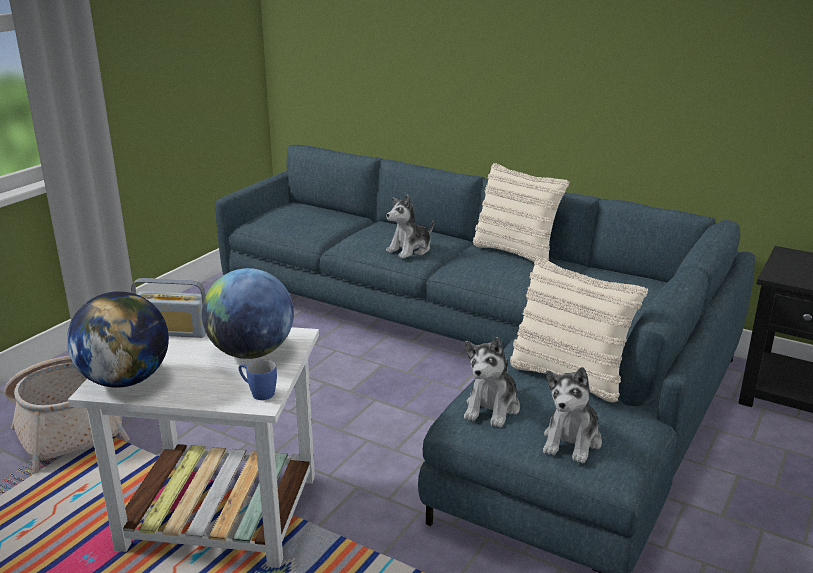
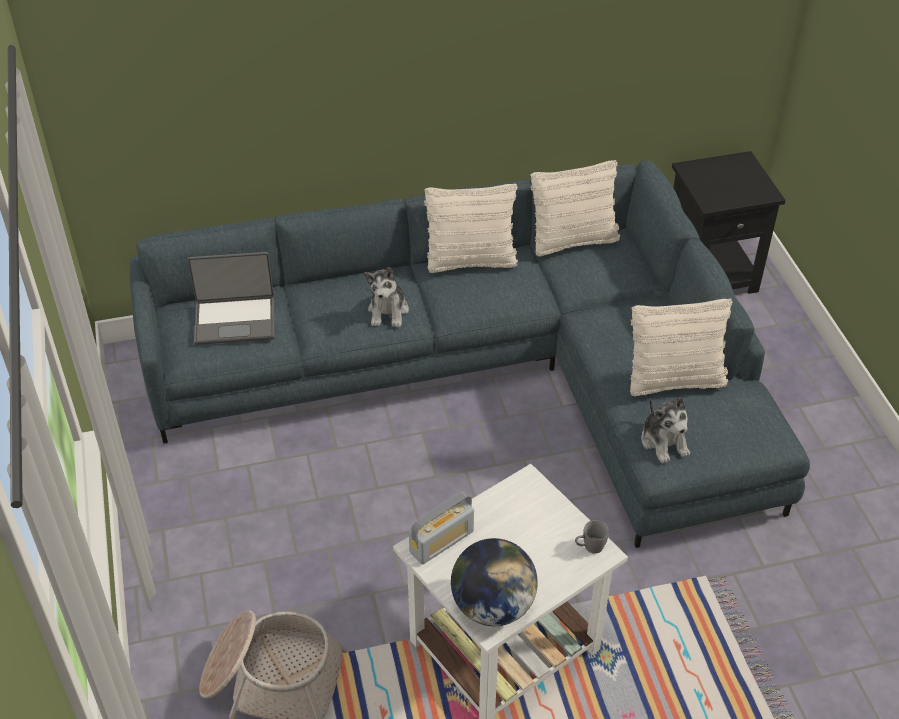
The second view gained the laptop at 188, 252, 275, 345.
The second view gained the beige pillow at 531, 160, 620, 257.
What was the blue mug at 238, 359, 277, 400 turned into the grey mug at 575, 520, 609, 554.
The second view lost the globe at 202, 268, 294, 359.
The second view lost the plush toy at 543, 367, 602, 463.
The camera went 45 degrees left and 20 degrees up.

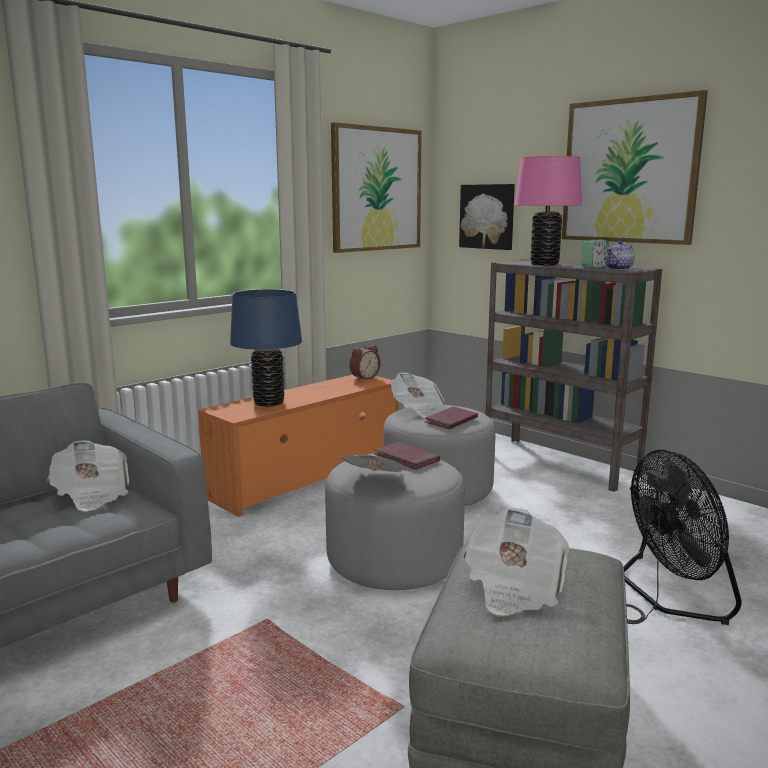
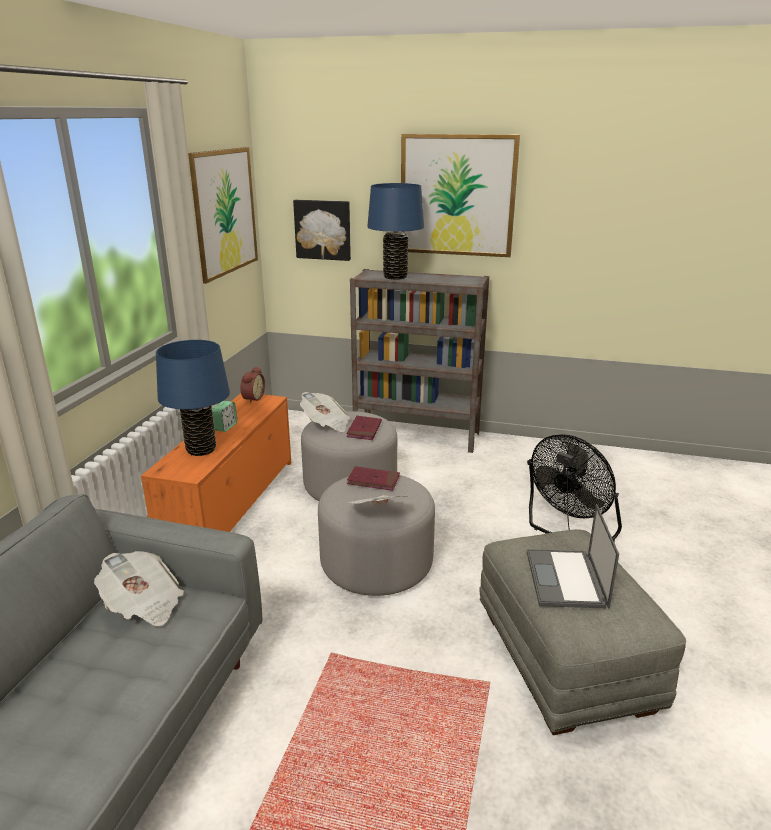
The alarm clock ended up elsewhere, having gone from 581, 240, 609, 268 to 212, 401, 237, 432.
What was the pink table lamp at 515, 156, 582, 265 turned into the blue table lamp at 367, 183, 424, 280.
Where the newspaper stood at 464, 508, 570, 615, the laptop came to stand at 527, 504, 619, 609.
The second view lost the teapot at 605, 241, 635, 270.
The camera went 30 degrees left and 10 degrees up.

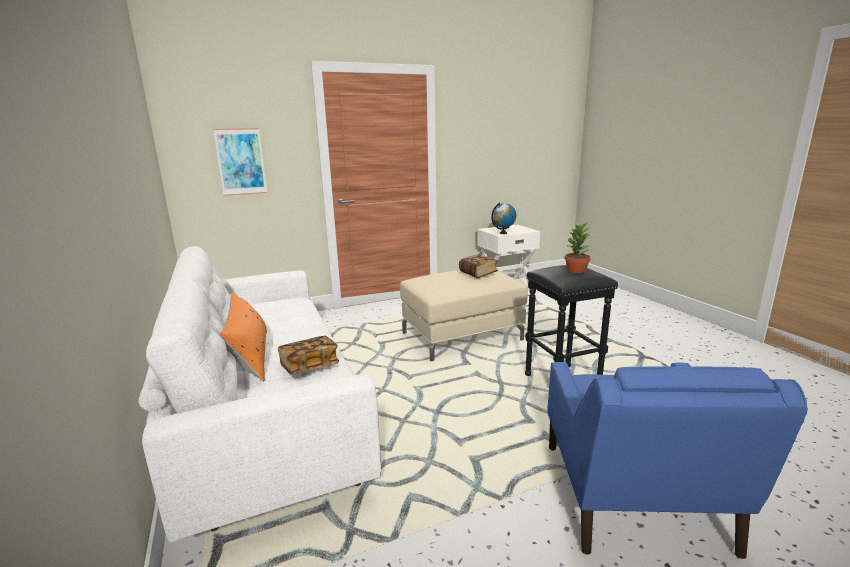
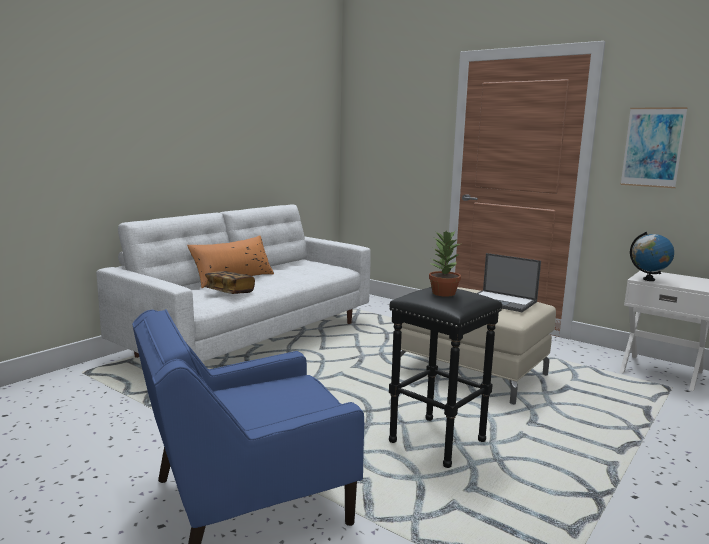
Where the book stood at 459, 254, 498, 279, the laptop came to stand at 477, 253, 541, 312.
The picture ended up elsewhere, having gone from 213, 128, 267, 196 to 620, 107, 688, 188.
The camera went 60 degrees right and 5 degrees down.

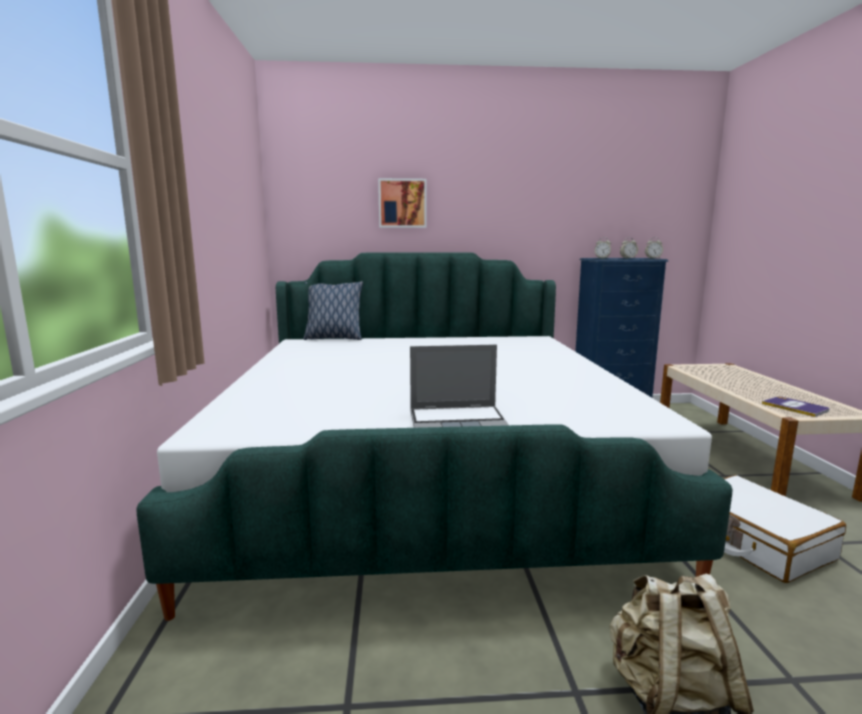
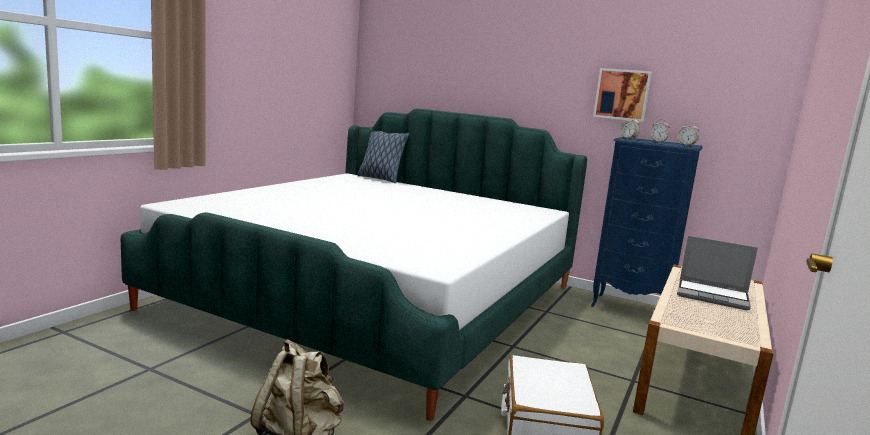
The picture ended up elsewhere, having gone from 378, 178, 427, 228 to 593, 68, 652, 122.
The laptop ended up elsewhere, having gone from 410, 345, 509, 428 to 677, 236, 758, 310.
The second view lost the book at 762, 396, 830, 417.
The camera went 30 degrees right and 0 degrees up.

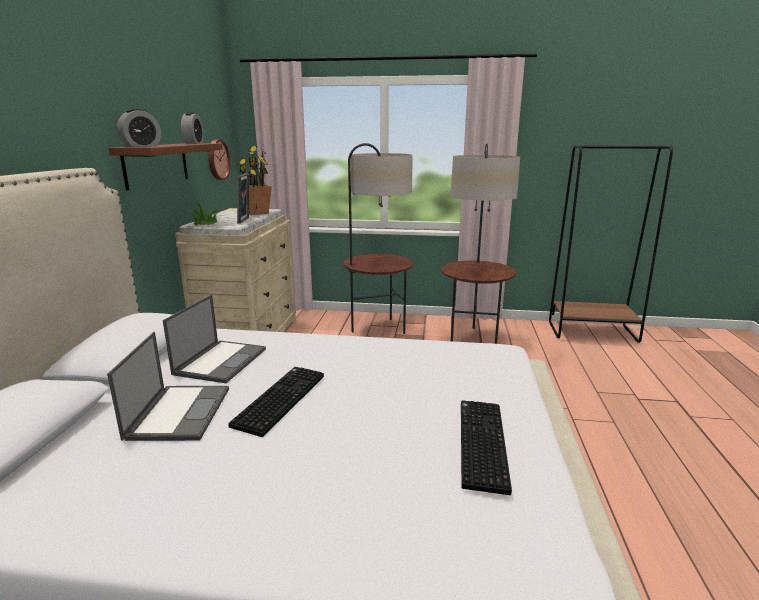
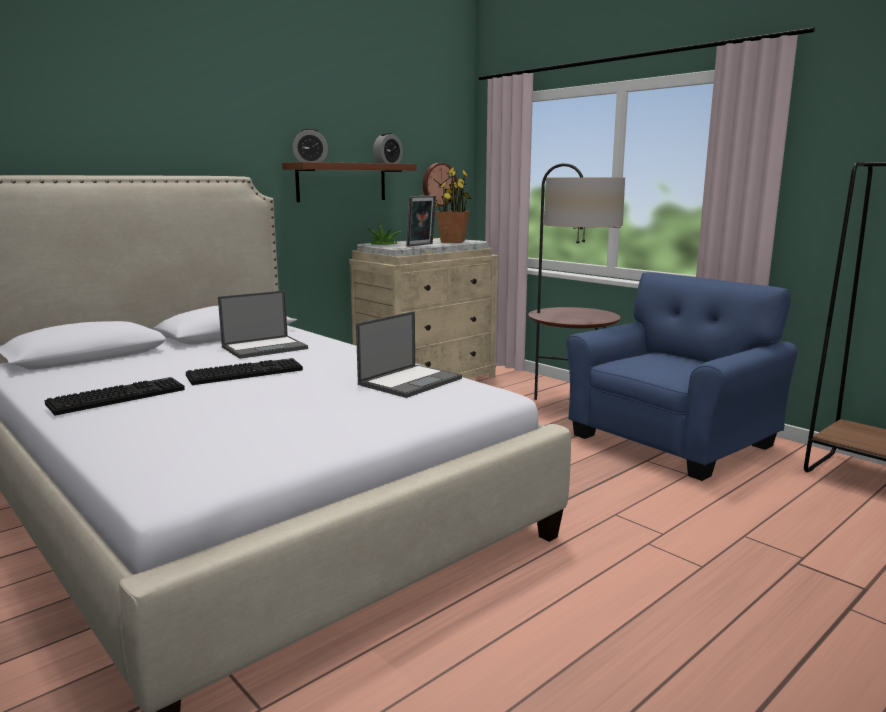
The keyboard ended up elsewhere, having gone from 461, 400, 512, 495 to 45, 377, 185, 416.
The laptop ended up elsewhere, having gone from 107, 332, 229, 441 to 356, 311, 462, 398.
Where the floor lamp stood at 441, 144, 520, 344, the blue armchair came to stand at 566, 272, 798, 481.
The camera went 40 degrees right and 5 degrees down.

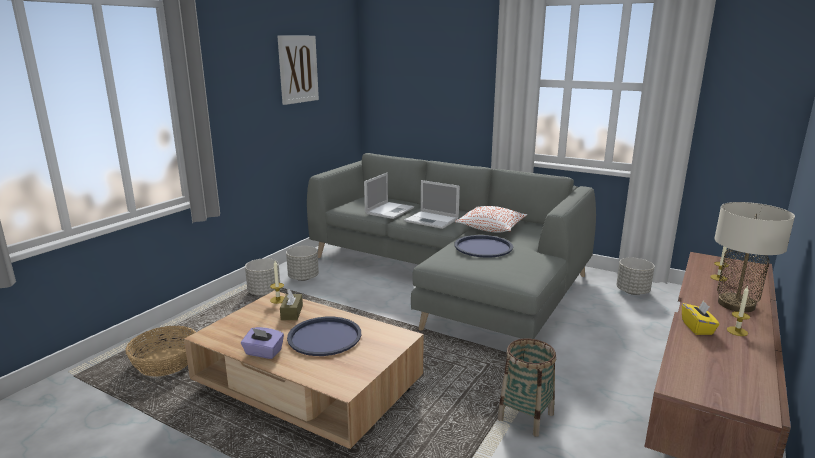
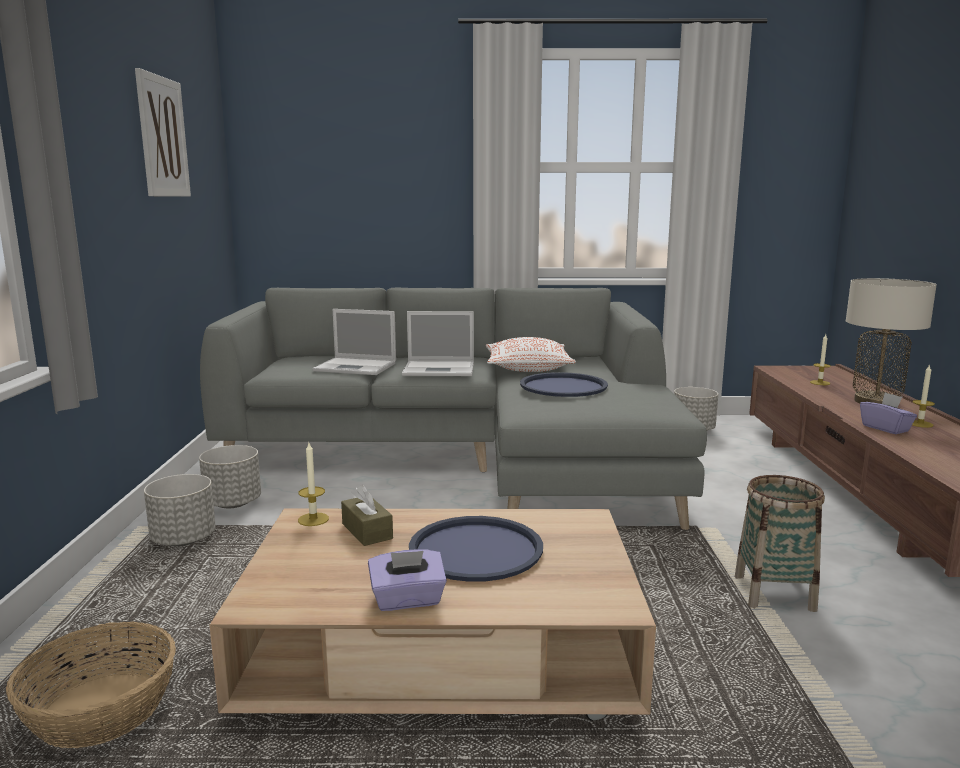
The laptop at 364, 173, 414, 219 ended up facing another way, 105 degrees clockwise from before.
What was the yellow tissue box at 682, 300, 720, 335 turned into the purple tissue box at 860, 393, 917, 434.
The camera went 30 degrees left and 5 degrees down.

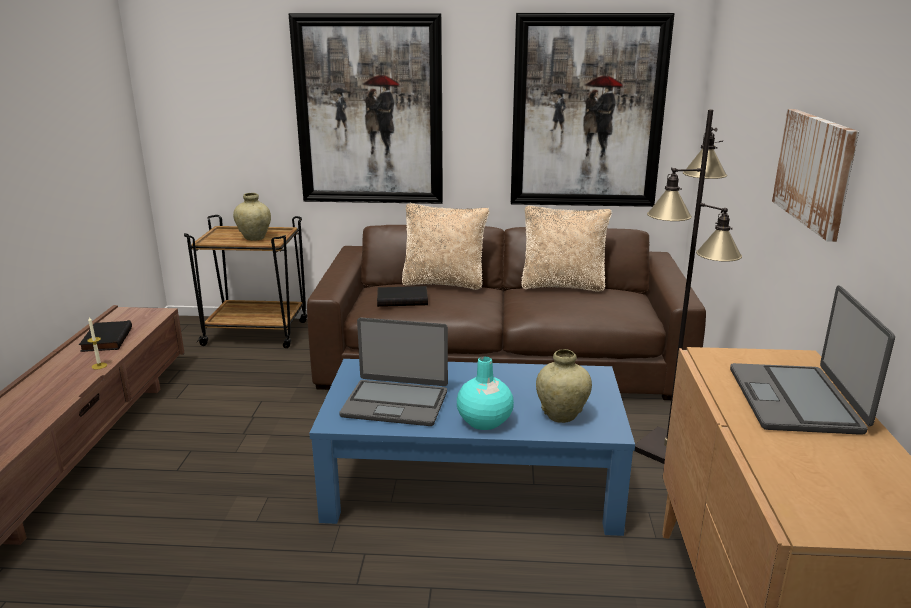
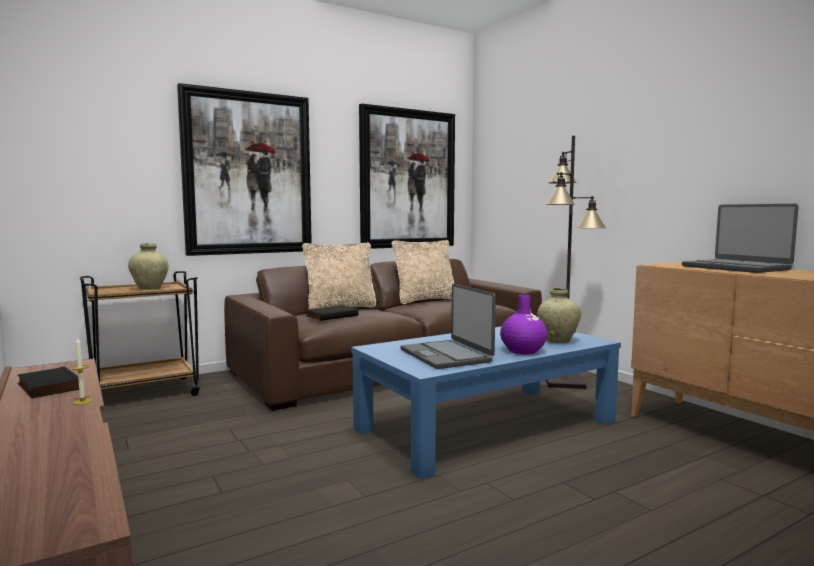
The laptop at 339, 317, 448, 426 ended up facing another way, 90 degrees clockwise from before.
What was the turquoise vase at 457, 356, 514, 430 turned into the purple vase at 500, 295, 547, 355.
The second view lost the picture at 772, 109, 859, 242.
The camera went 35 degrees left and 15 degrees down.

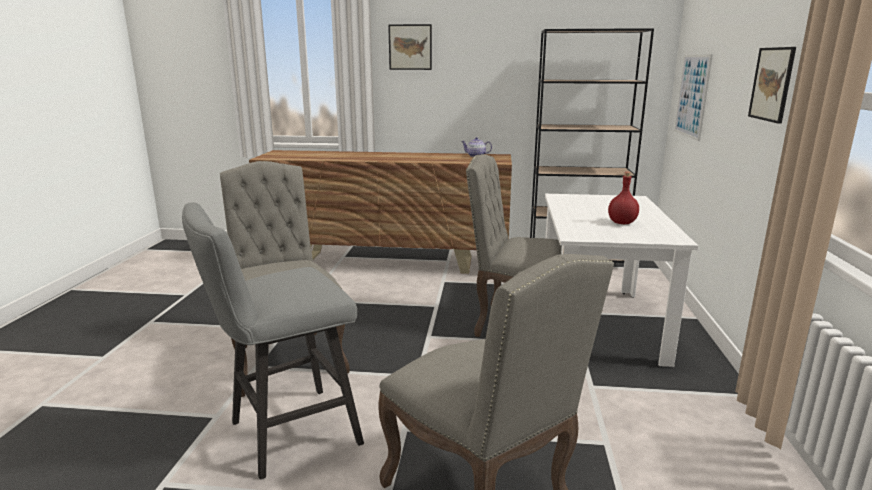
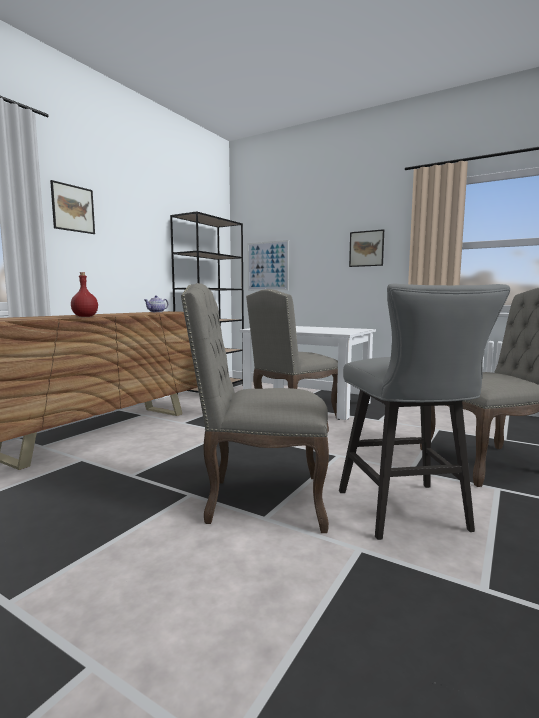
The red bottle ended up elsewhere, having gone from 608, 172, 639, 224 to 71, 272, 98, 317.
The camera went 65 degrees left and 10 degrees down.

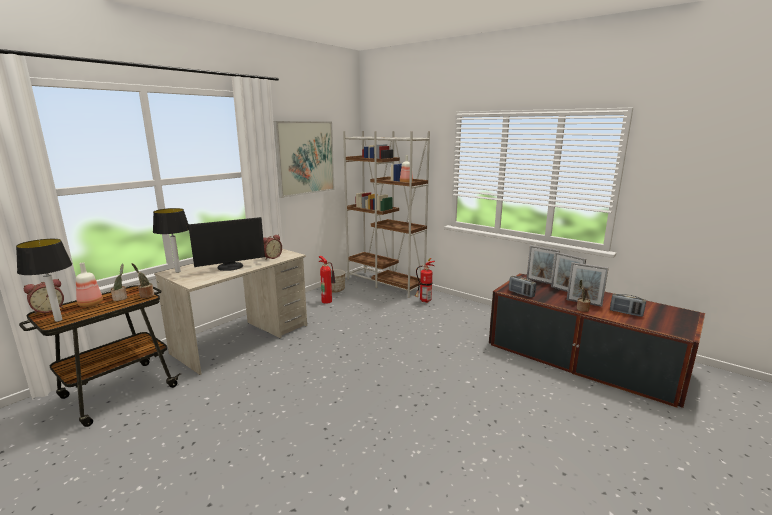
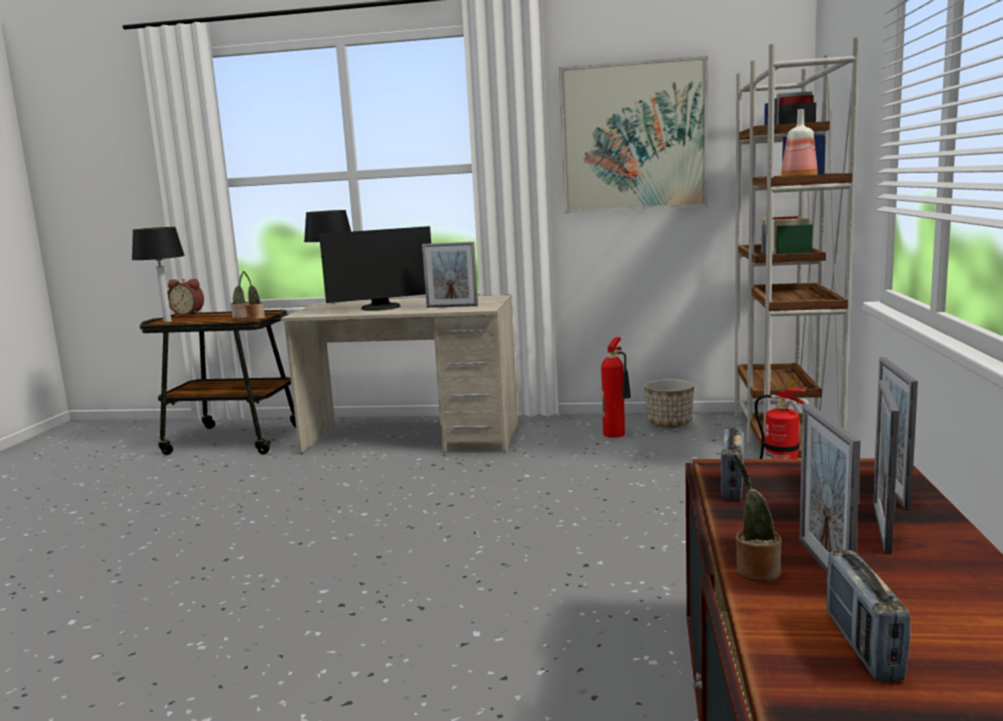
The monitor at 188, 217, 265, 271 ended up facing another way, 45 degrees counterclockwise from before.
Where the alarm clock stood at 263, 234, 282, 260, the picture frame came to stand at 422, 242, 478, 308.
The second view lost the bottle at 76, 262, 103, 307.
The camera went 60 degrees right and 5 degrees down.

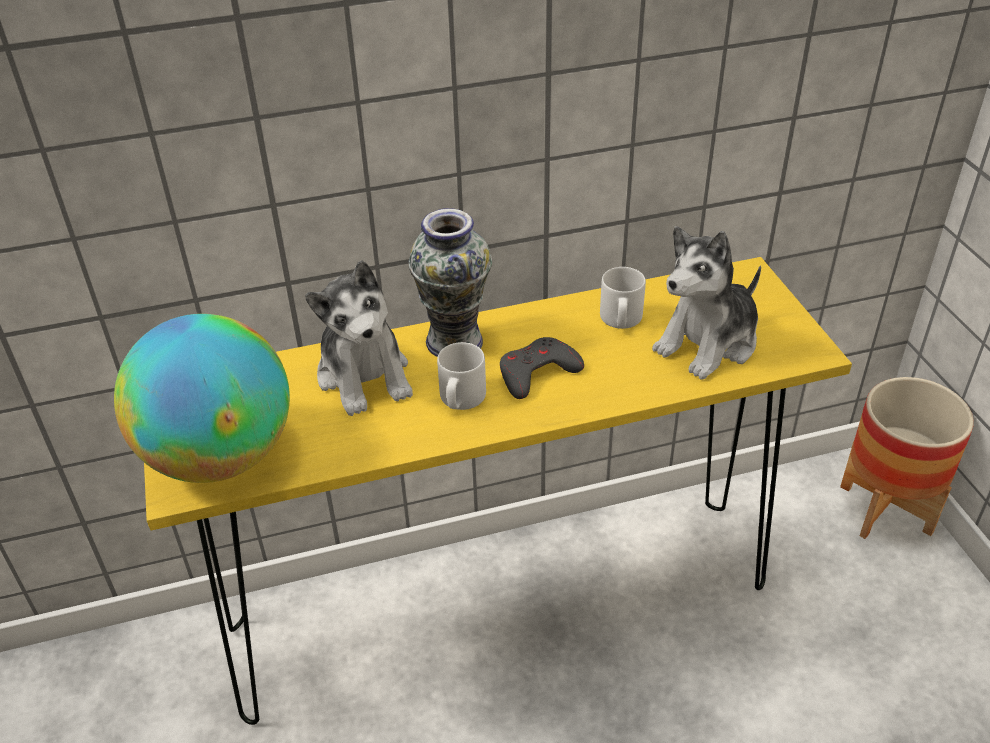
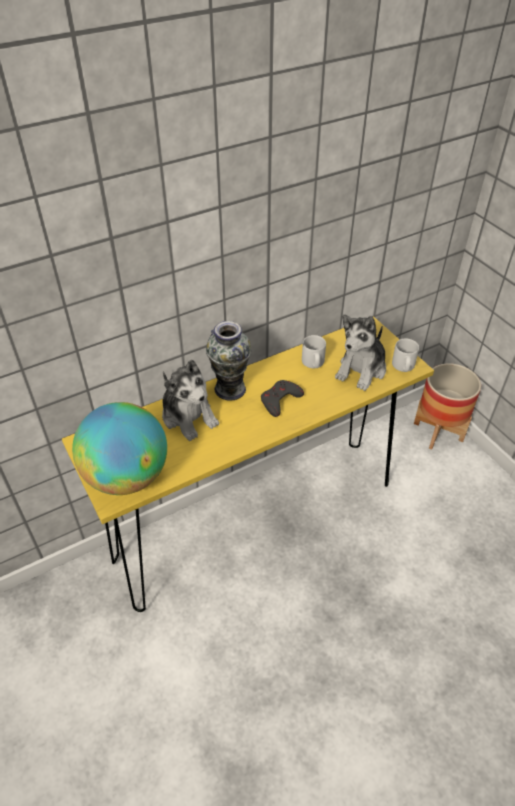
The grey mug ended up elsewhere, having gone from 437, 342, 486, 410 to 392, 339, 419, 372.
The camera went 15 degrees left and 5 degrees up.

